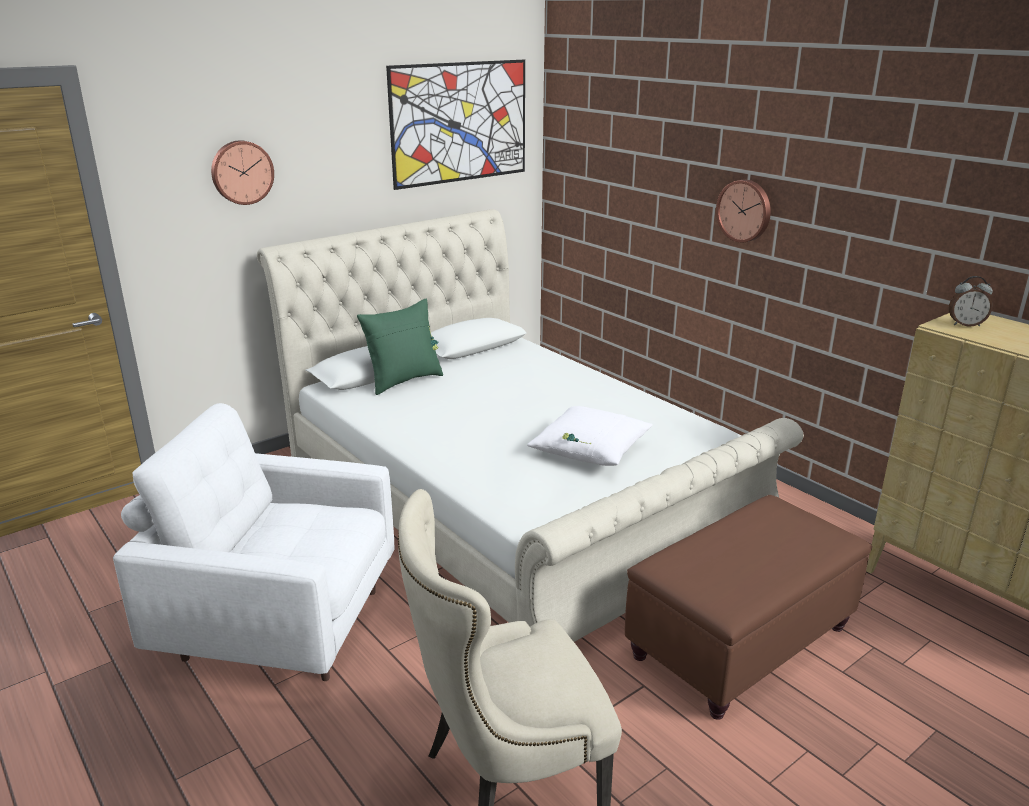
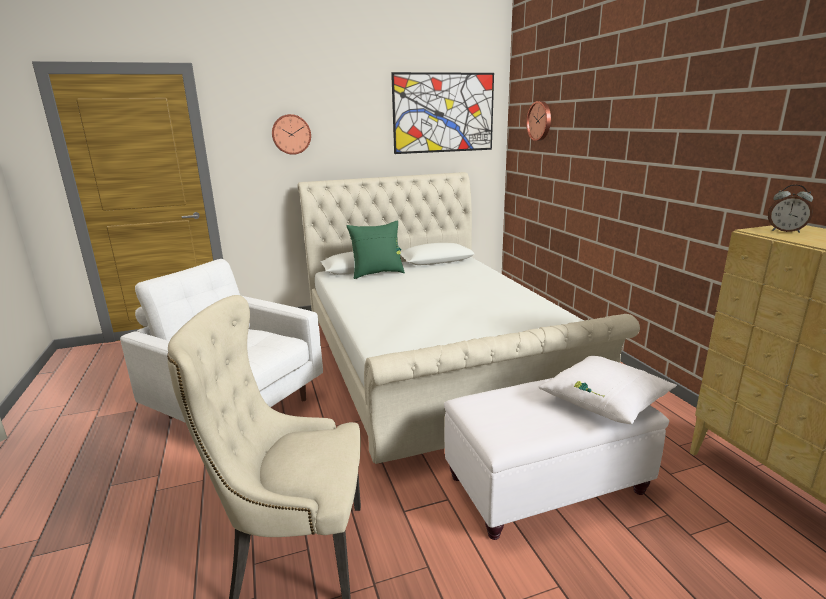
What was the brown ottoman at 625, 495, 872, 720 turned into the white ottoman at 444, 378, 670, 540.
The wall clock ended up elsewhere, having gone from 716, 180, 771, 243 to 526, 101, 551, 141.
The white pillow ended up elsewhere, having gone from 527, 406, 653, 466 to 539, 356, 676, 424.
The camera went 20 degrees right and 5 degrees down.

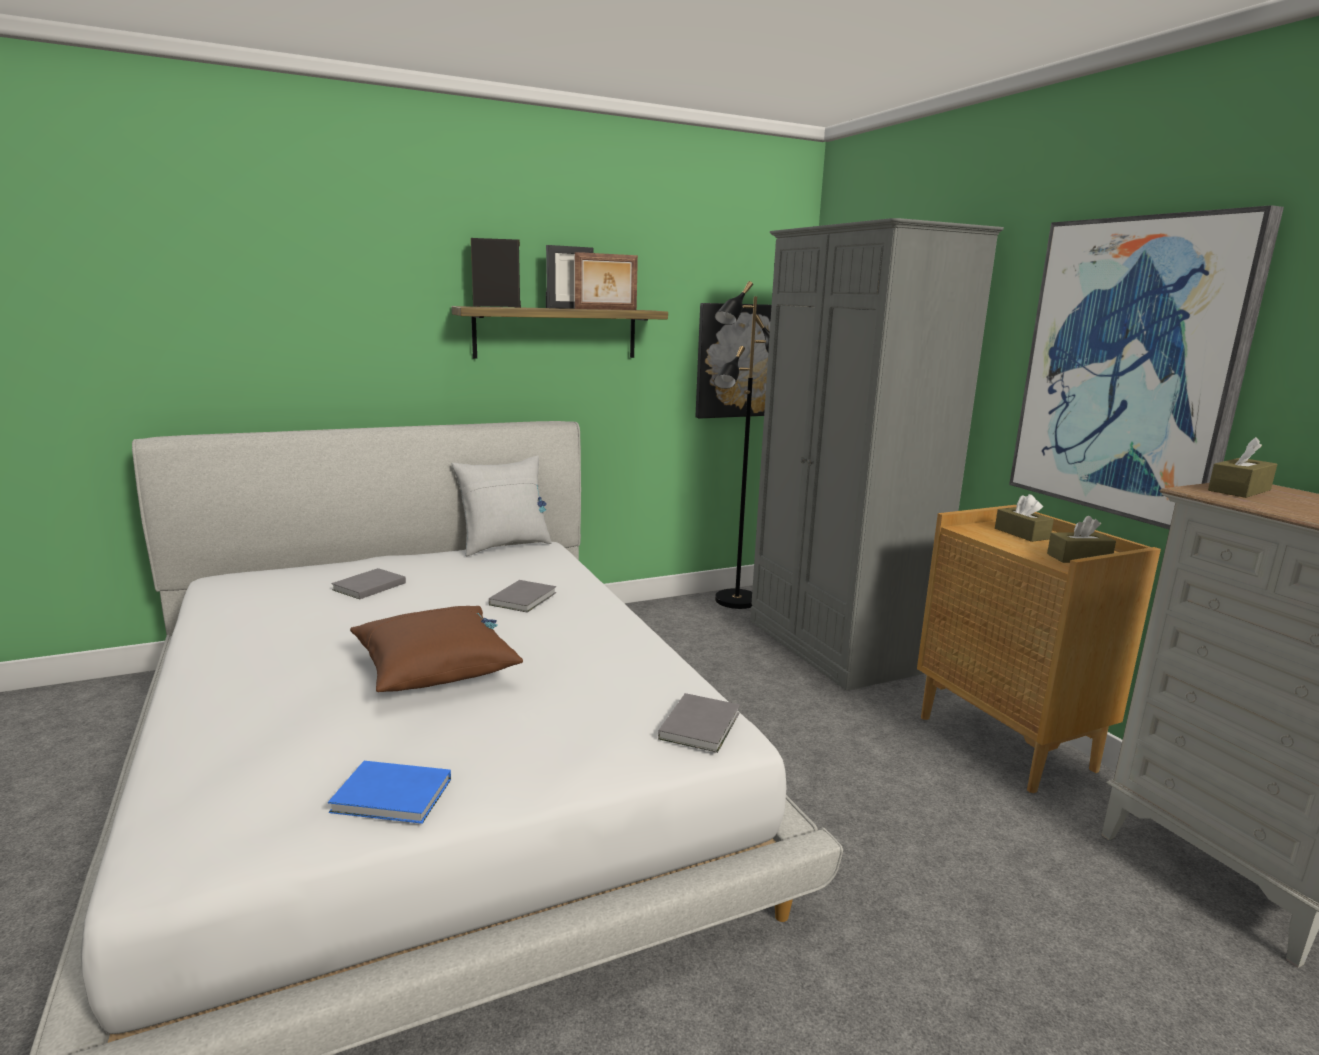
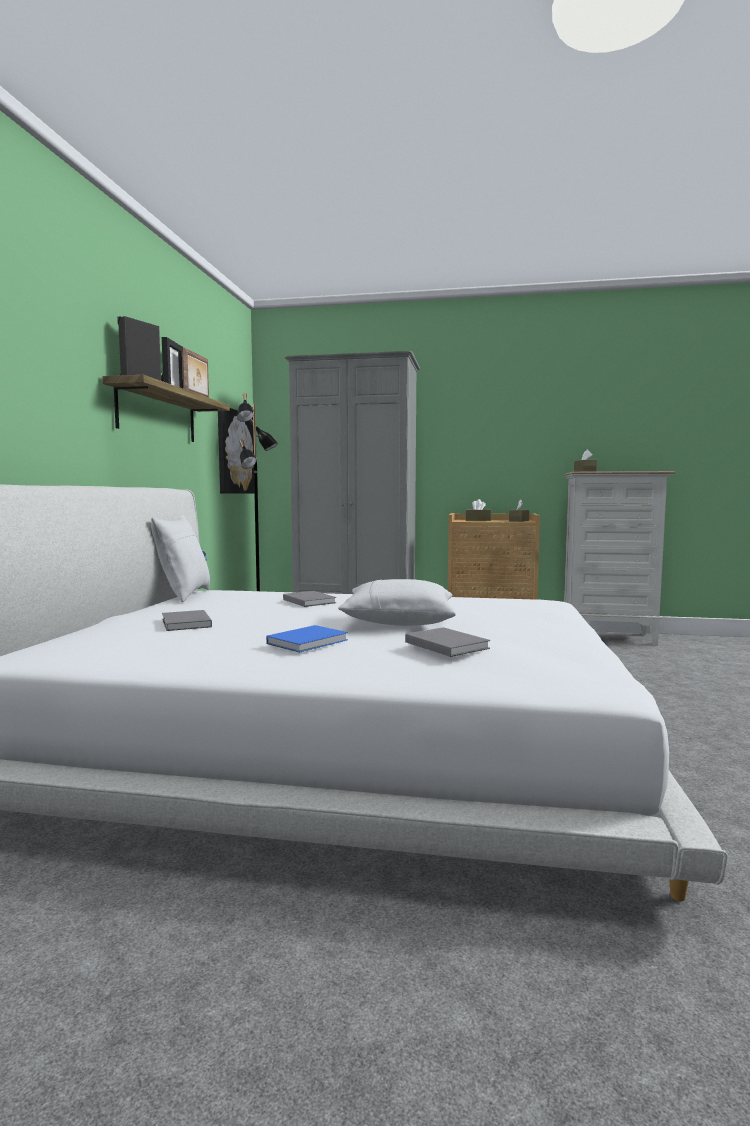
The blue book ended up elsewhere, having gone from 328, 761, 451, 824 to 266, 625, 348, 653.
What was the brown pillow at 350, 606, 523, 692 turned into the grey pillow at 338, 579, 456, 626.
The grey book ended up elsewhere, having gone from 658, 693, 740, 753 to 405, 627, 490, 657.
The second view lost the picture at 1009, 205, 1284, 529.
The camera went 55 degrees left and 10 degrees down.

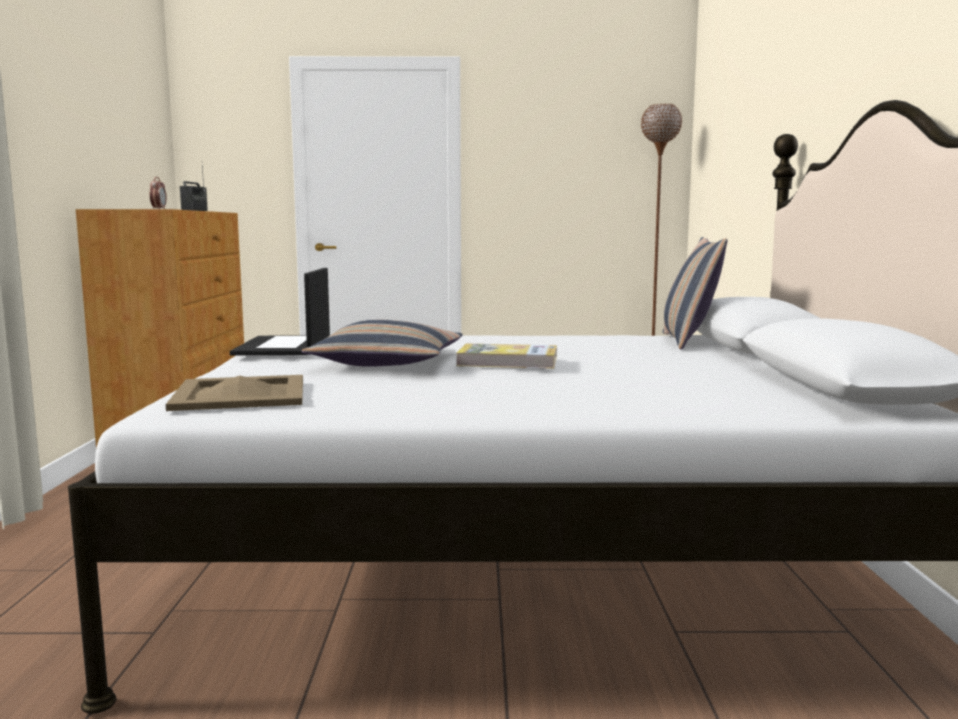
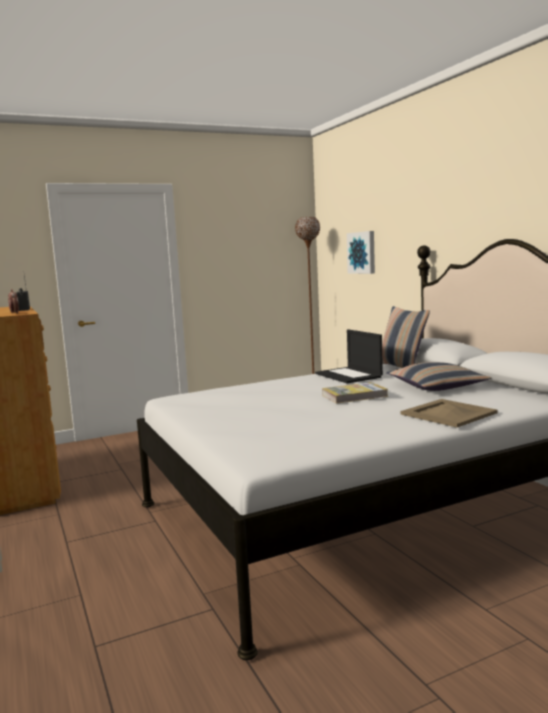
The laptop ended up elsewhere, having gone from 230, 268, 330, 356 to 315, 329, 383, 383.
The second view gained the picture at 347, 231, 375, 274.
The pillow ended up elsewhere, having gone from 302, 320, 463, 367 to 387, 362, 492, 391.
The beige tray ended up elsewhere, having gone from 166, 375, 303, 411 to 401, 399, 498, 427.
The camera went 25 degrees left and 0 degrees up.

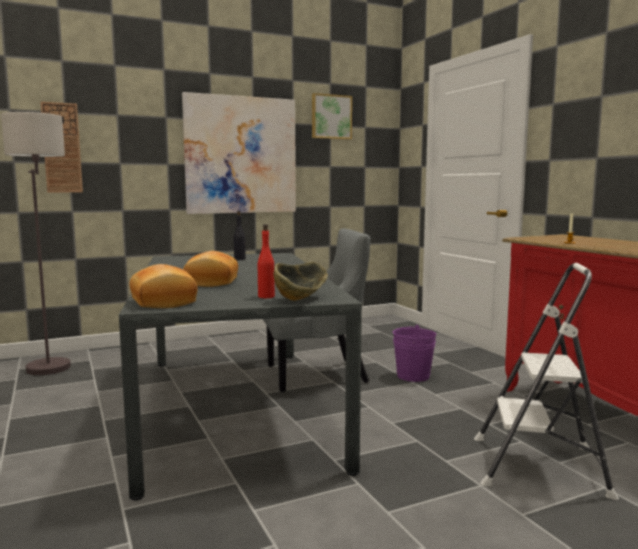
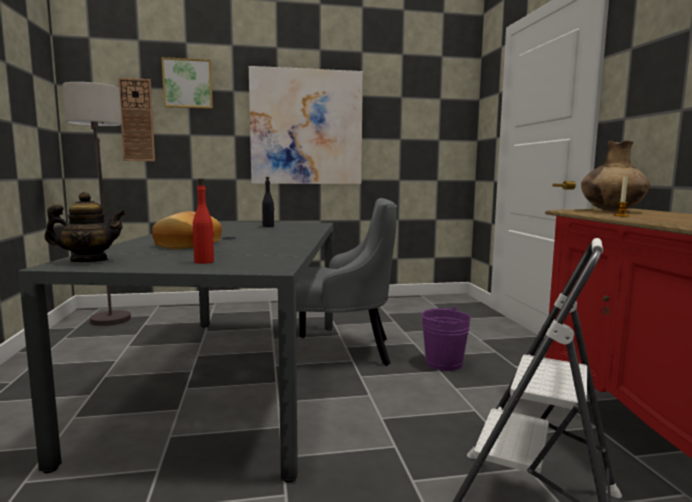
Where the bread stood at 130, 264, 198, 308, the teapot came to stand at 44, 192, 126, 262.
The picture ended up elsewhere, having gone from 312, 93, 352, 139 to 161, 57, 213, 109.
The second view gained the brown vase at 581, 140, 650, 211.
The second view lost the bowl at 274, 262, 328, 301.
The camera went 15 degrees right and 0 degrees up.

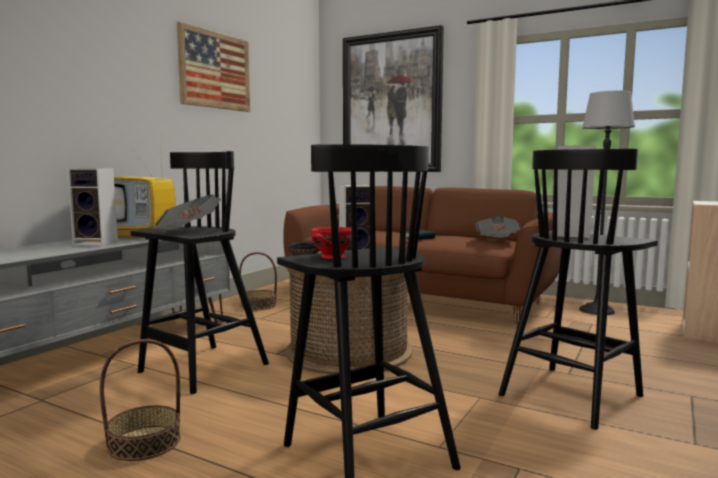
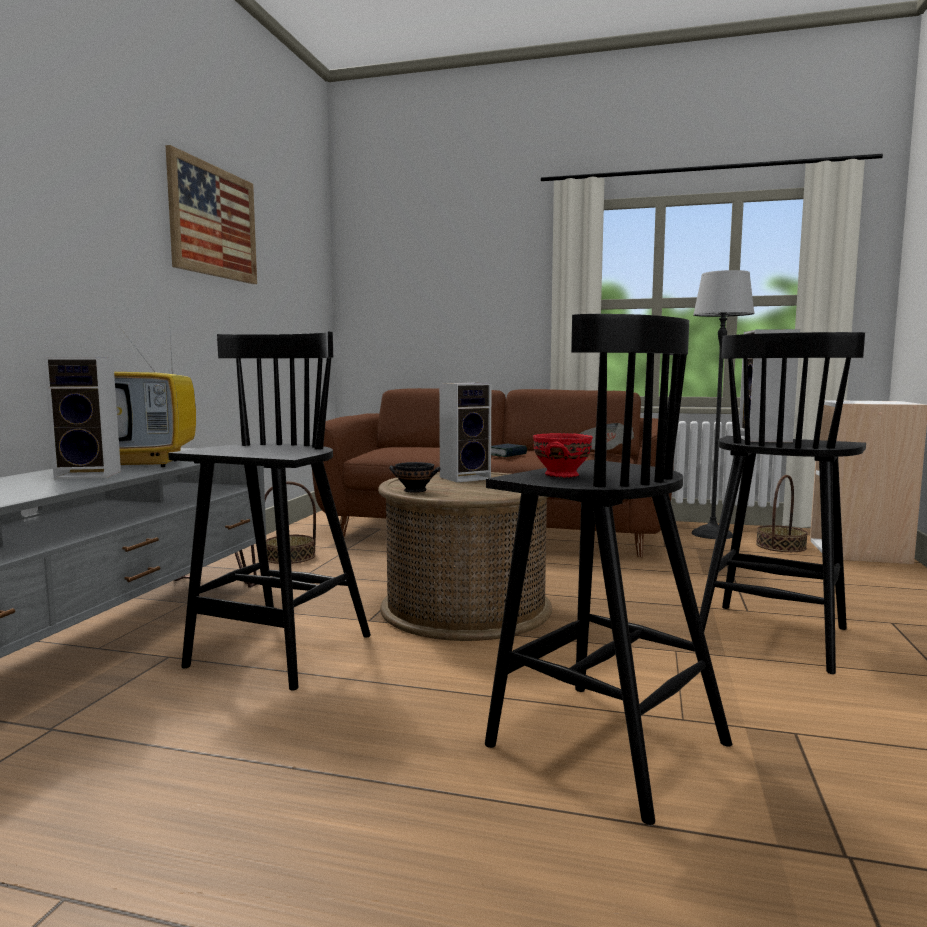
The basket ended up elsewhere, having gone from 100, 339, 181, 461 to 756, 475, 808, 552.
The second view lost the newspaper at 153, 195, 221, 230.
The second view lost the picture at 343, 25, 444, 172.
The camera went 15 degrees left and 0 degrees up.

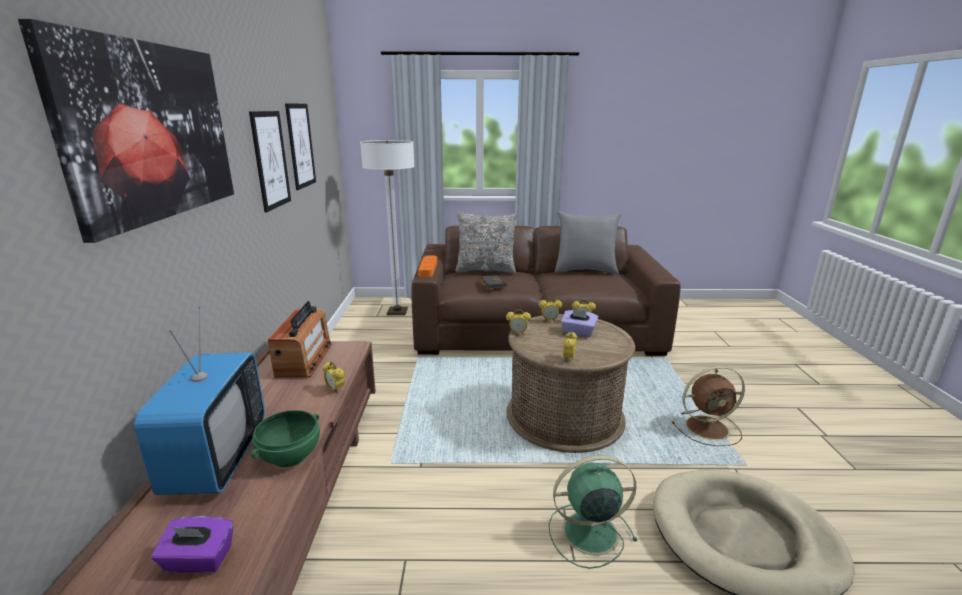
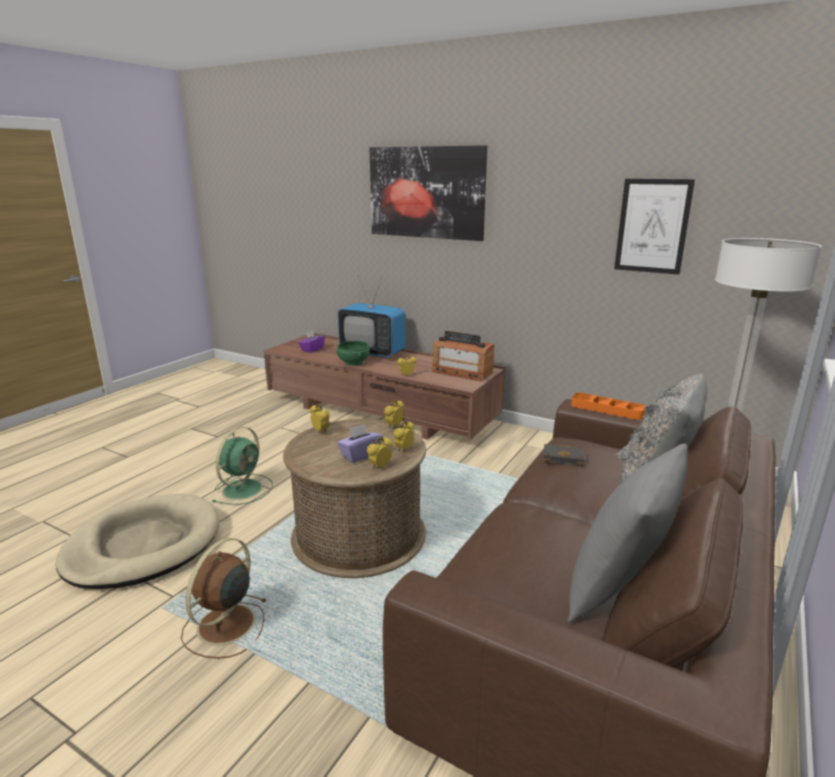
The second view lost the picture at 249, 111, 291, 213.
The camera went 120 degrees right and 0 degrees up.

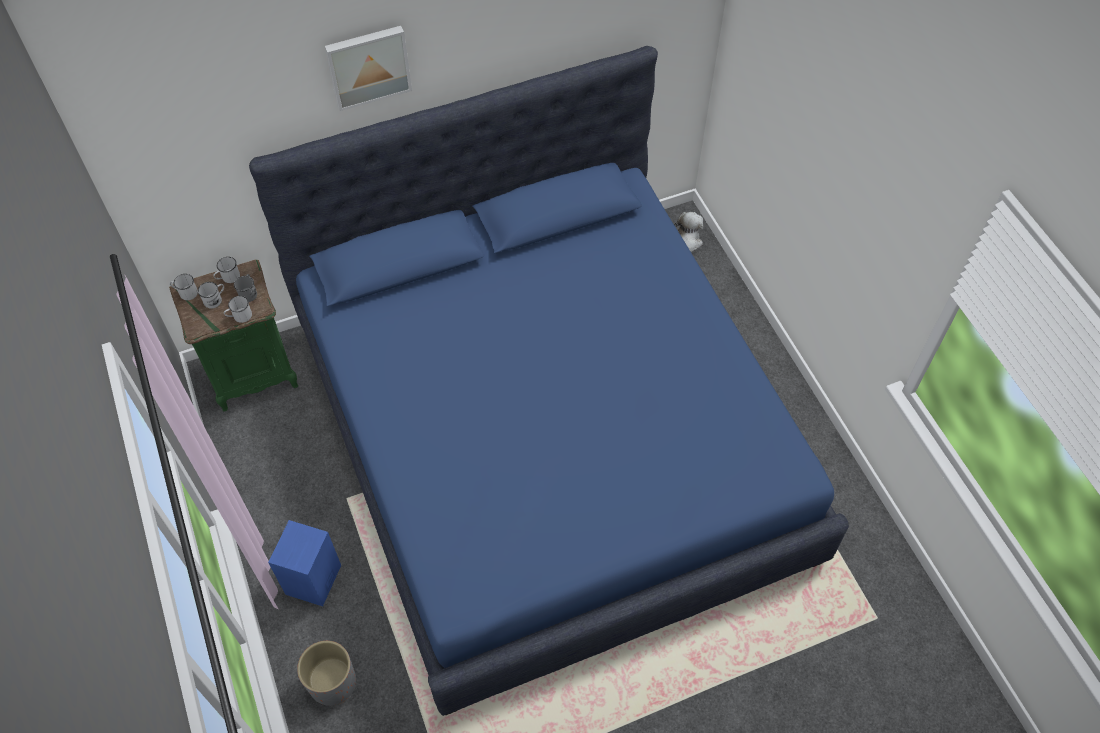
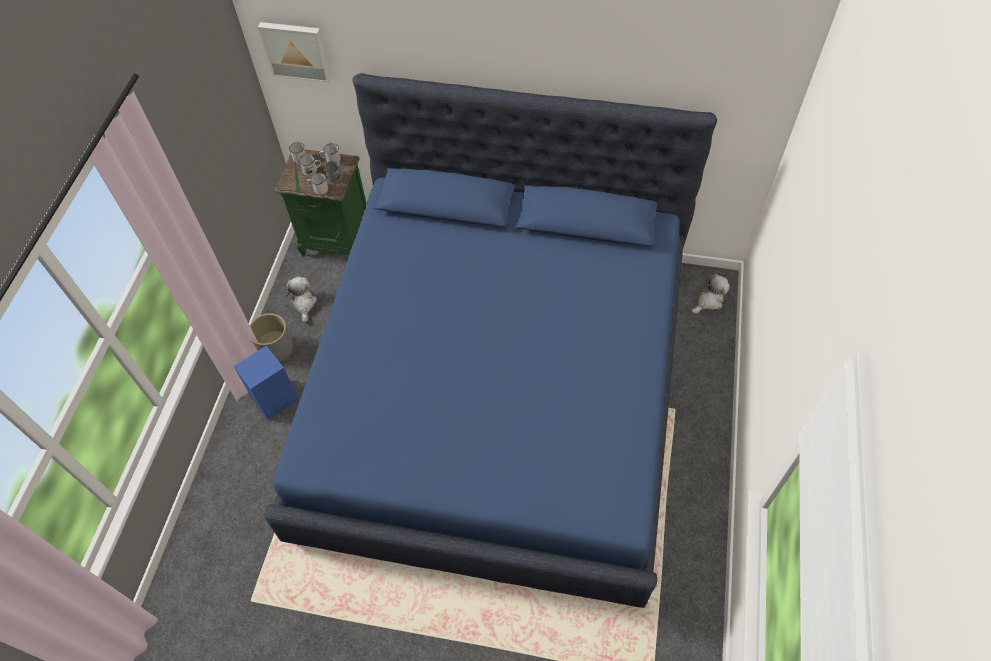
The grey planter ended up elsewhere, having gone from 297, 641, 356, 706 to 250, 313, 293, 362.
The picture ended up elsewhere, having gone from 325, 26, 412, 111 to 258, 22, 331, 83.
The second view gained the plush toy at 285, 276, 317, 323.
The camera went 35 degrees right and 0 degrees up.

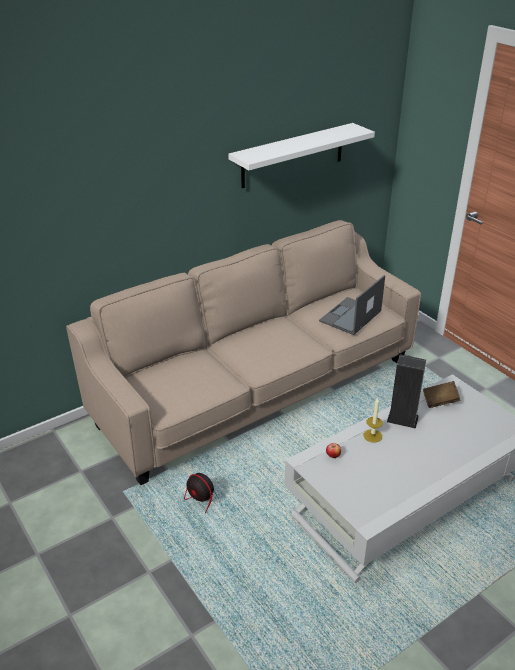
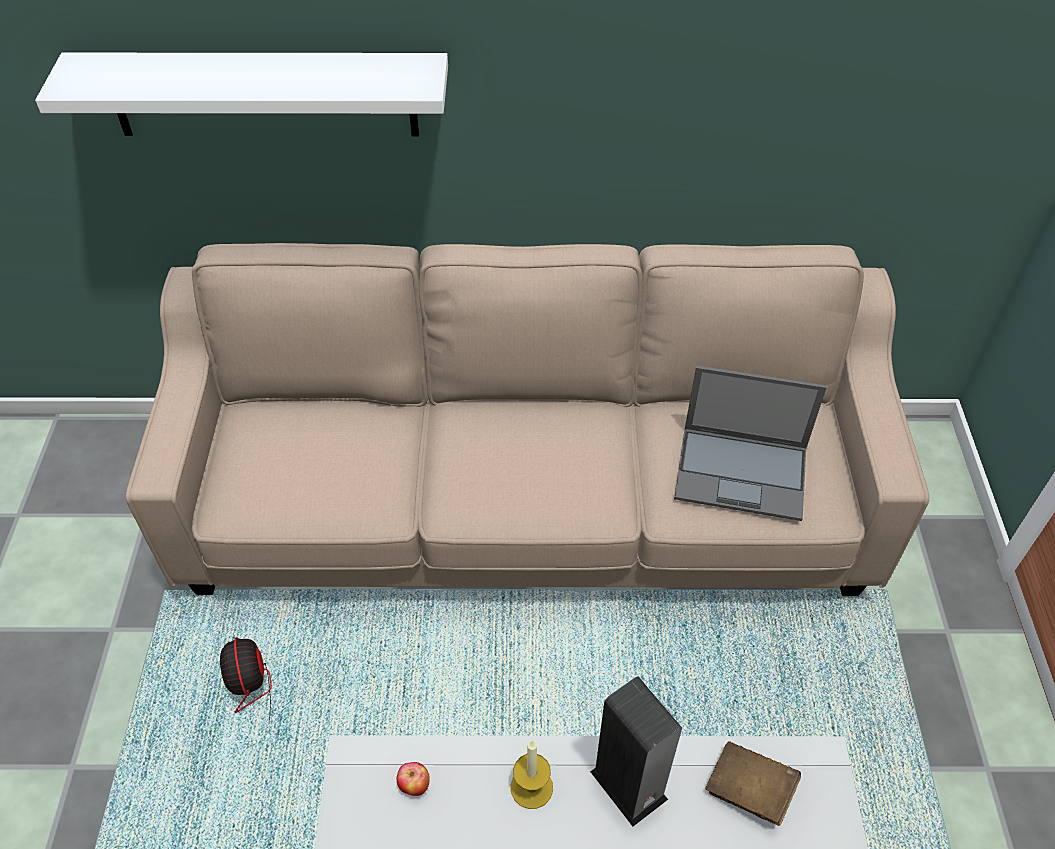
The white shelf ended up elsewhere, having gone from 228, 123, 375, 188 to 35, 53, 448, 136.
The laptop at 319, 275, 385, 335 ended up facing another way, 150 degrees counterclockwise from before.
The camera went 35 degrees right and 15 degrees up.

